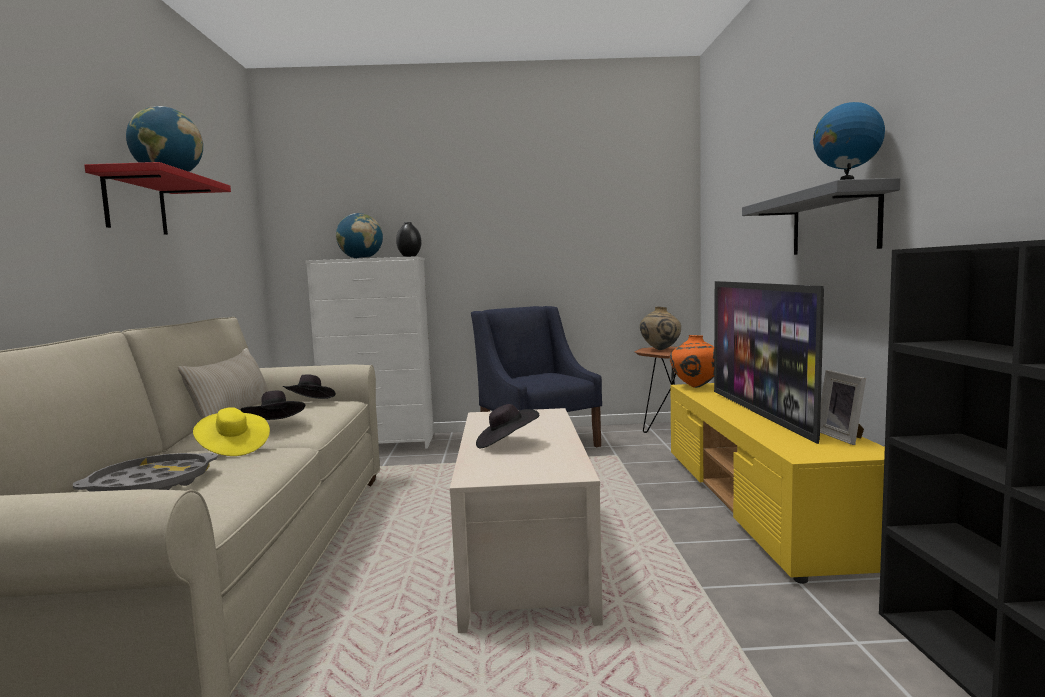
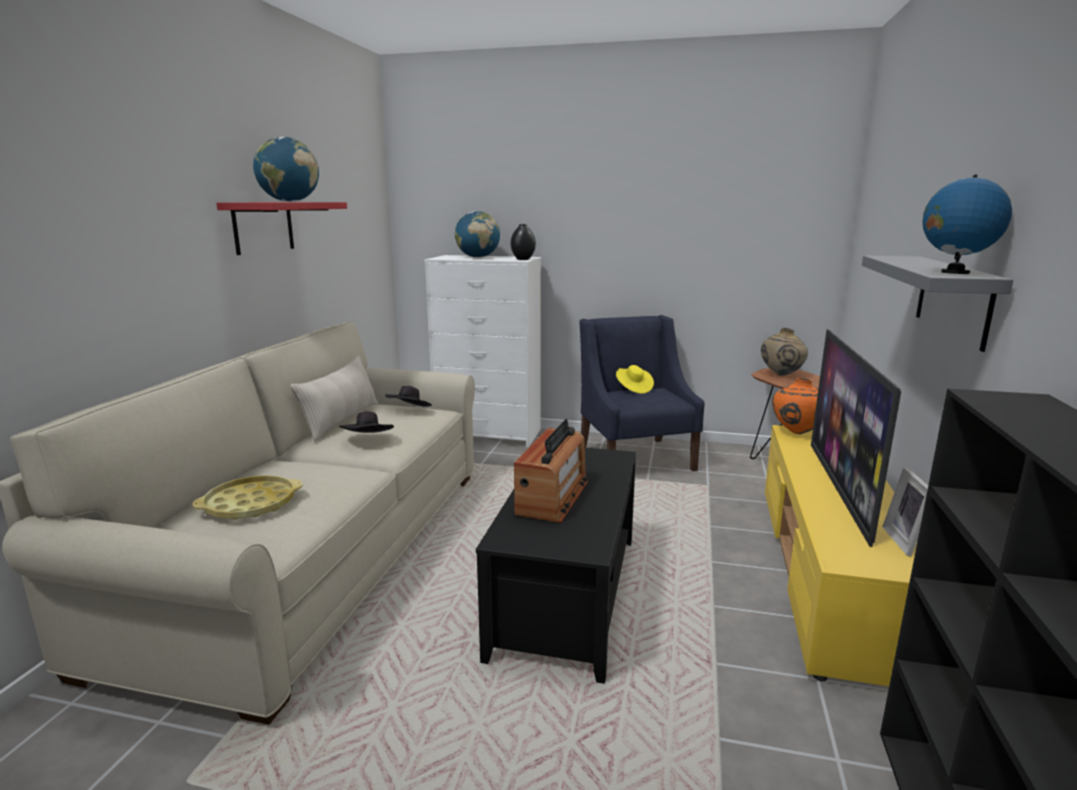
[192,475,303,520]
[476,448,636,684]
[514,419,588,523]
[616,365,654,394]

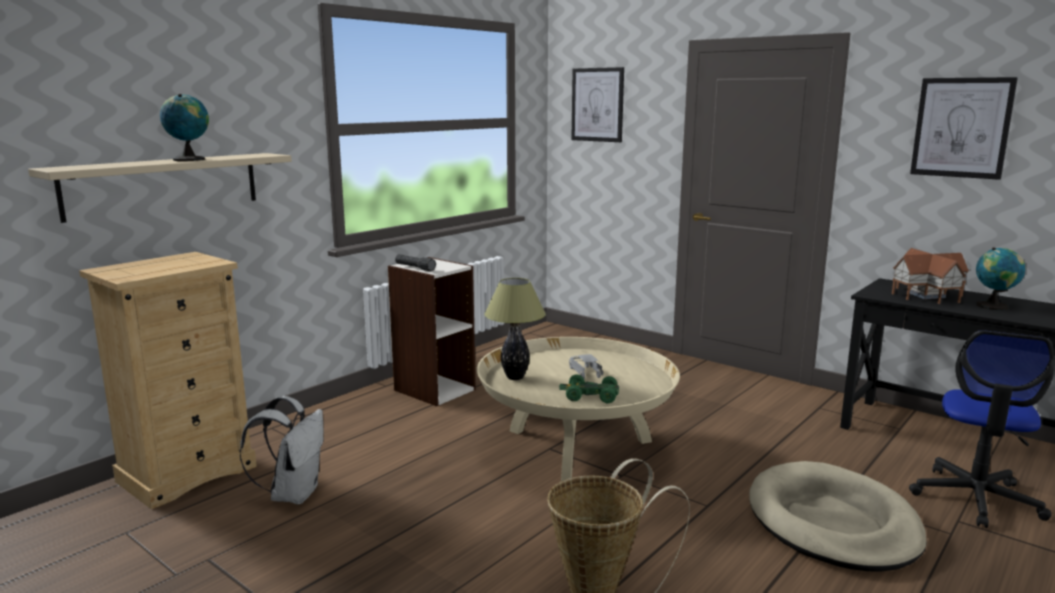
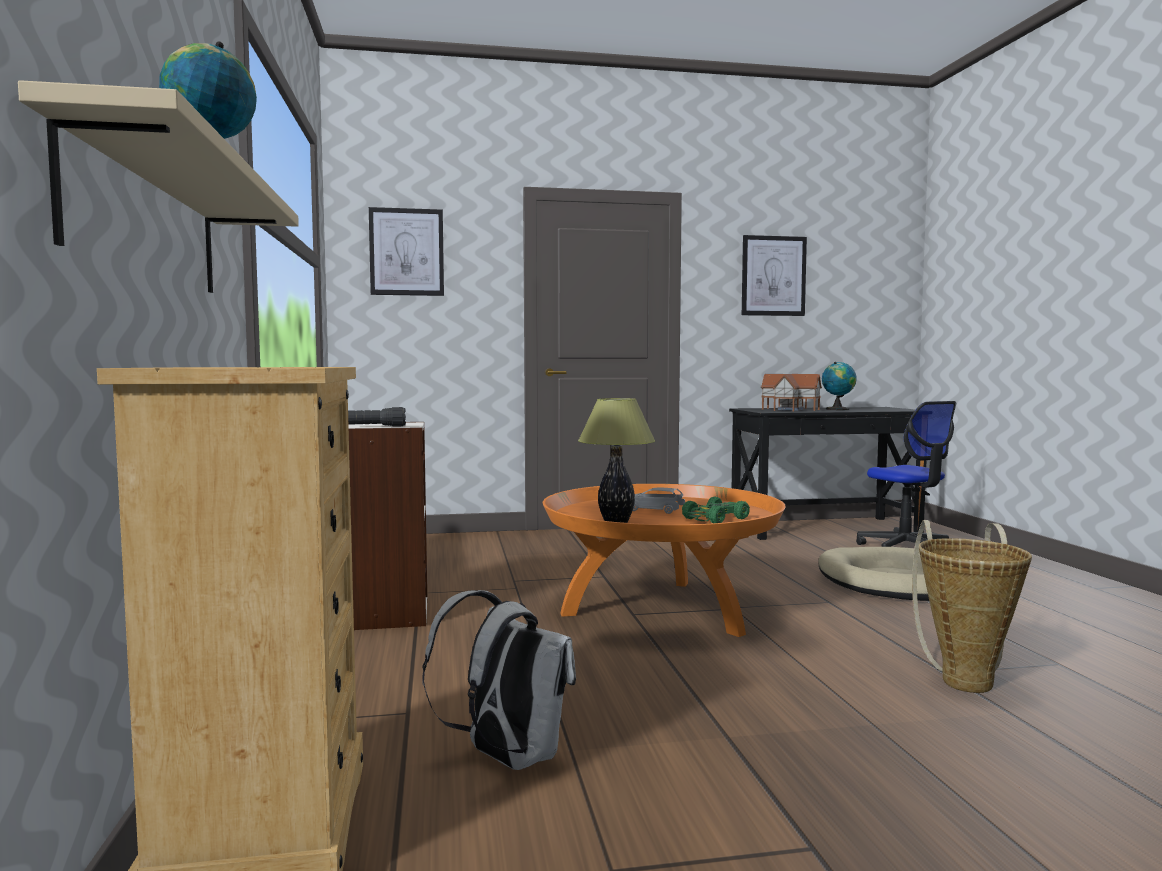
[543,484,786,637]

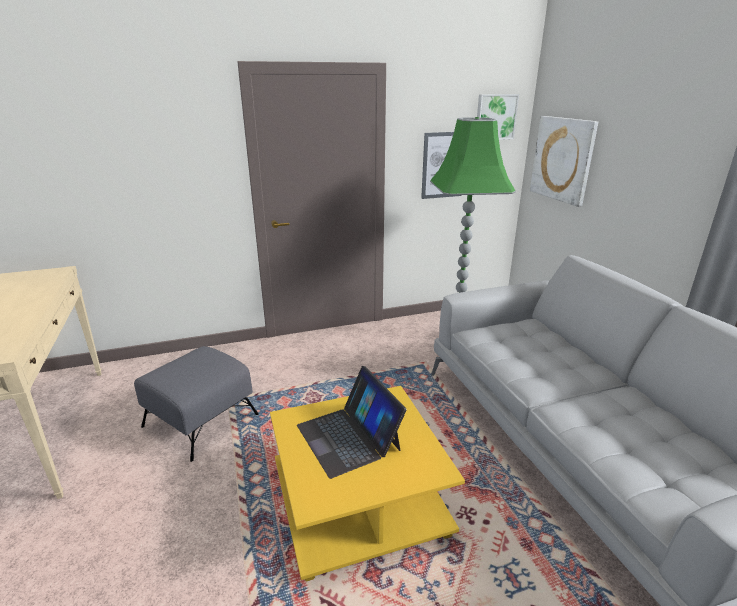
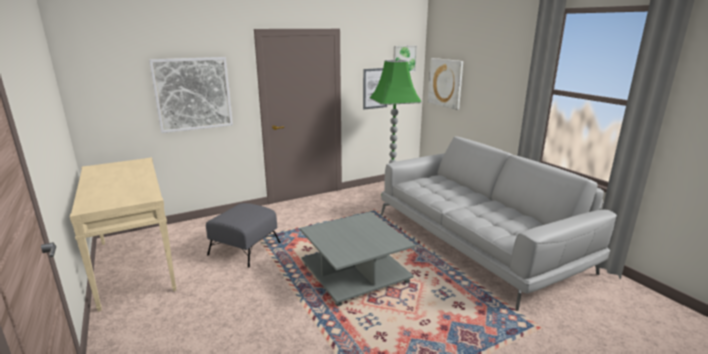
[149,57,233,133]
[300,212,415,306]
[297,366,407,479] (first image)

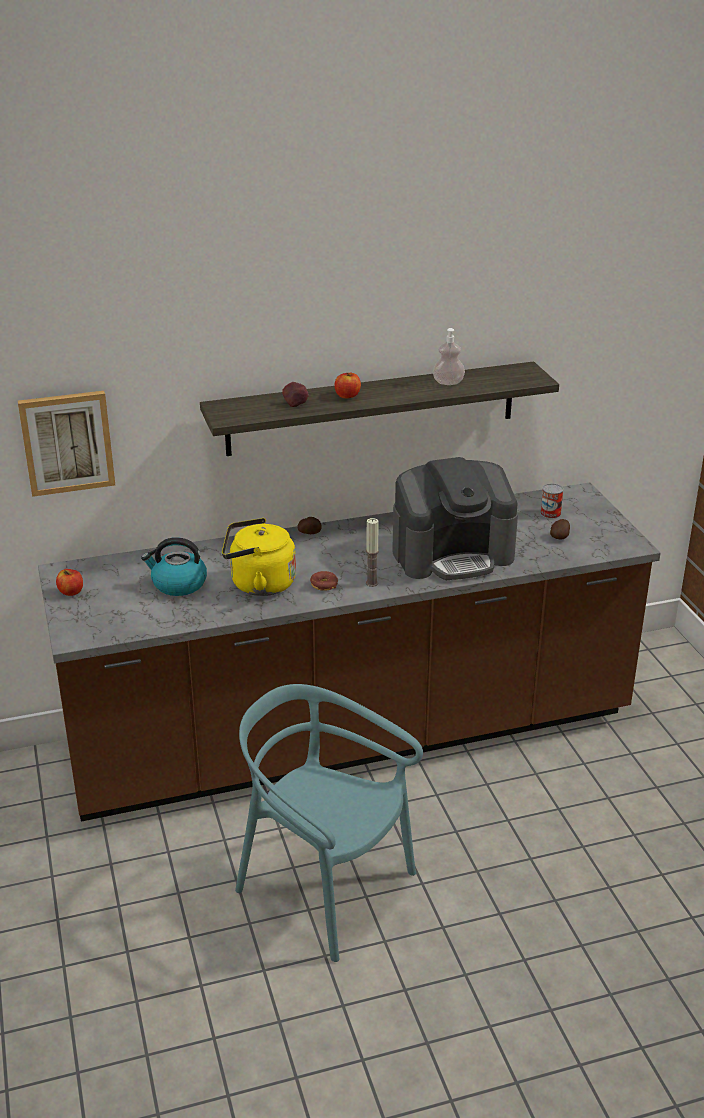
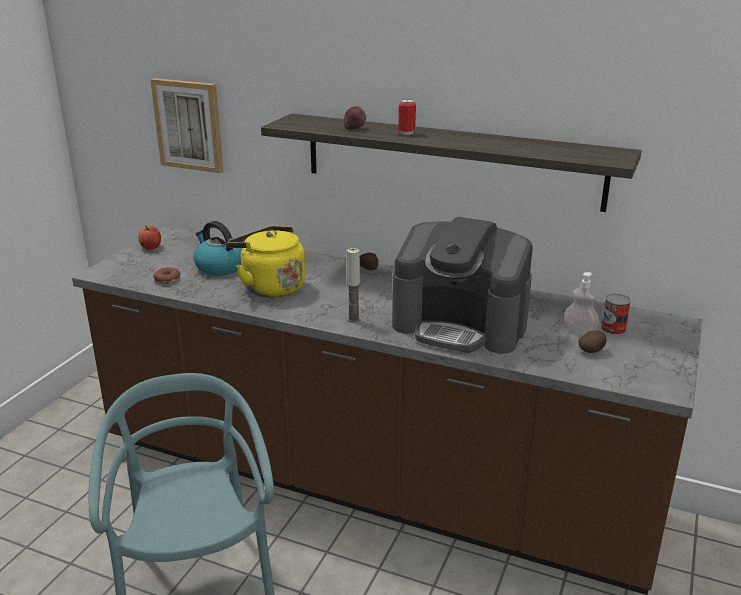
[153,267,180,284]
[398,99,416,135]
[564,272,599,334]

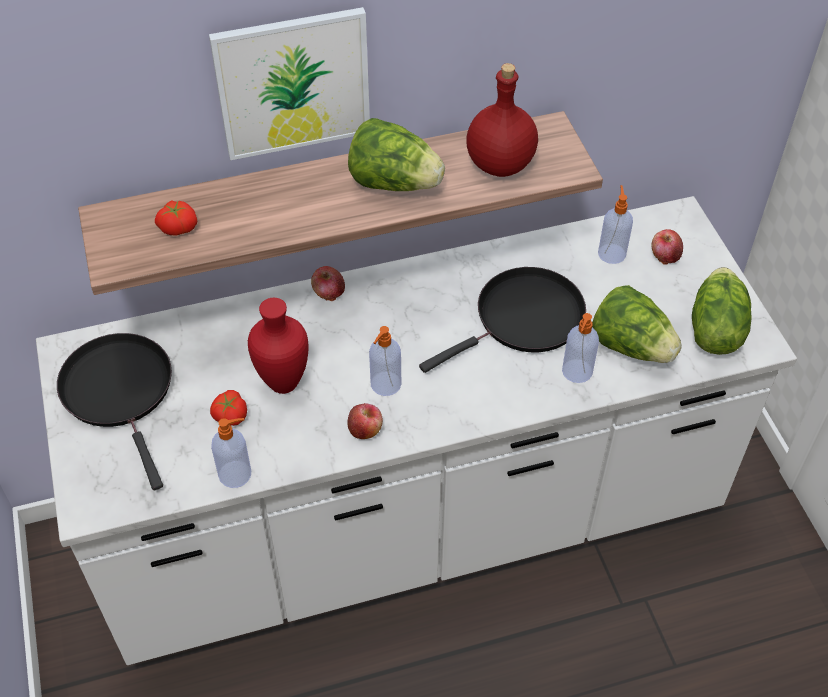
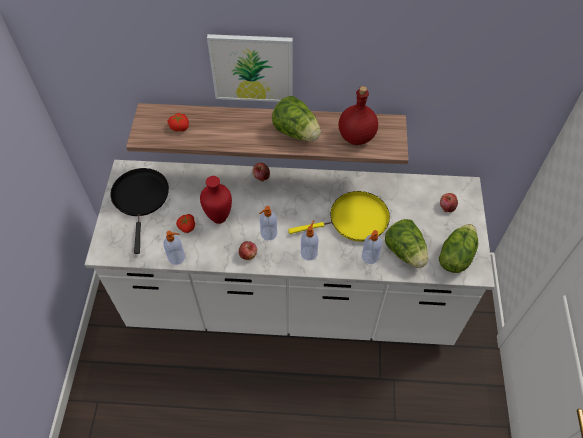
[288,191,390,242]
[301,220,319,261]

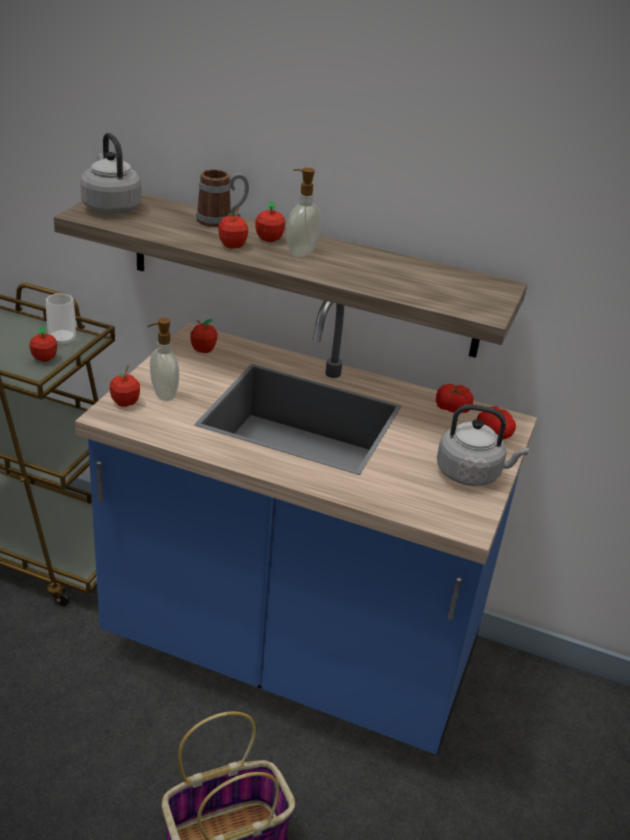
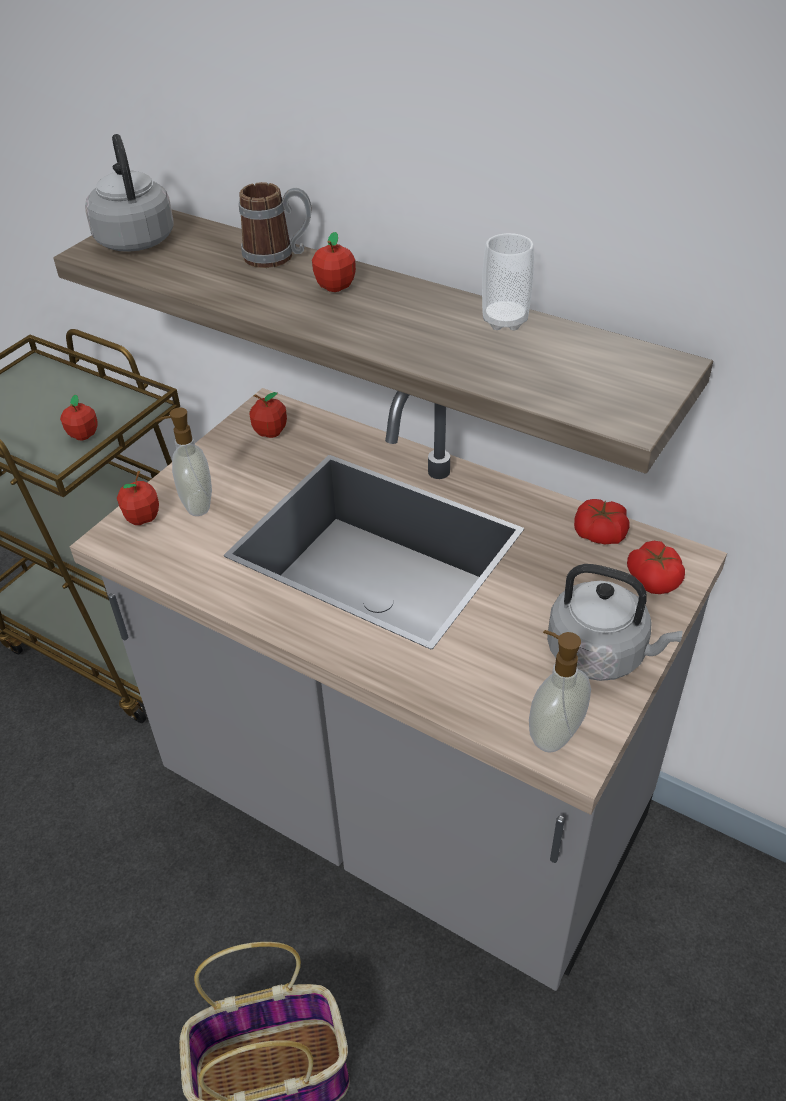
[70,388,727,991]
[482,233,534,330]
[529,630,591,753]
[218,207,248,249] (first image)

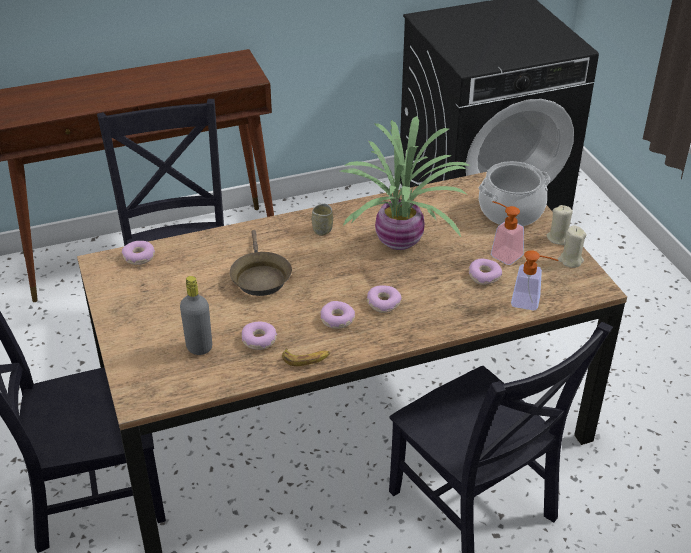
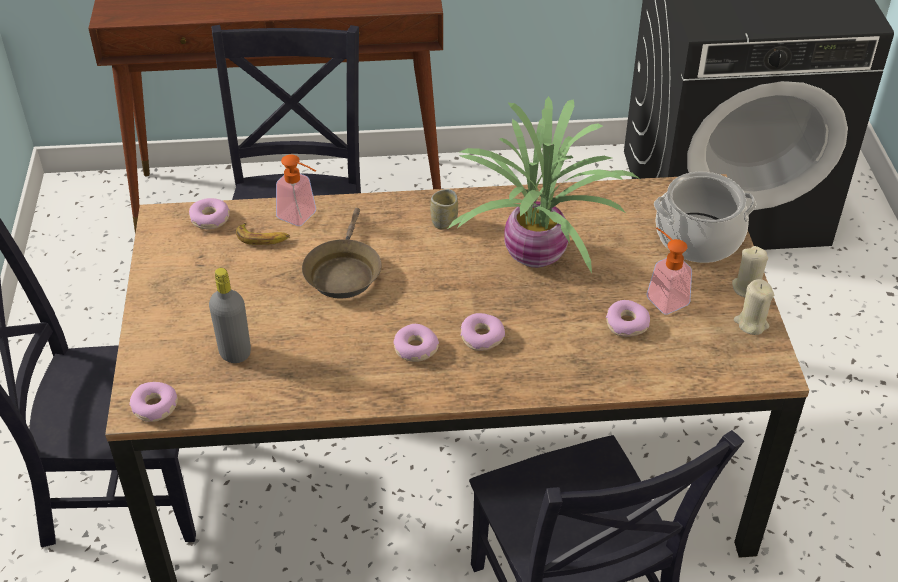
[130,382,178,422]
[236,223,290,245]
[276,154,316,226]

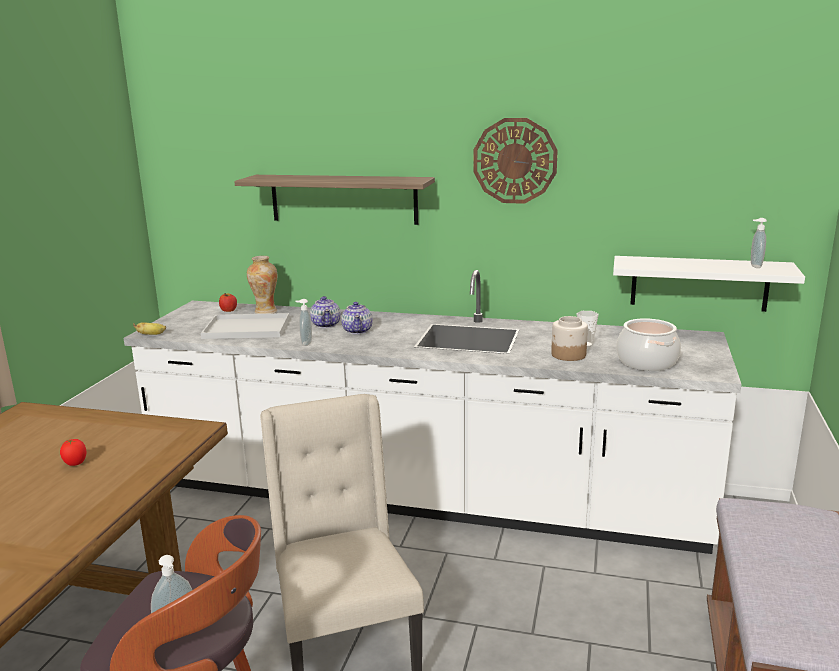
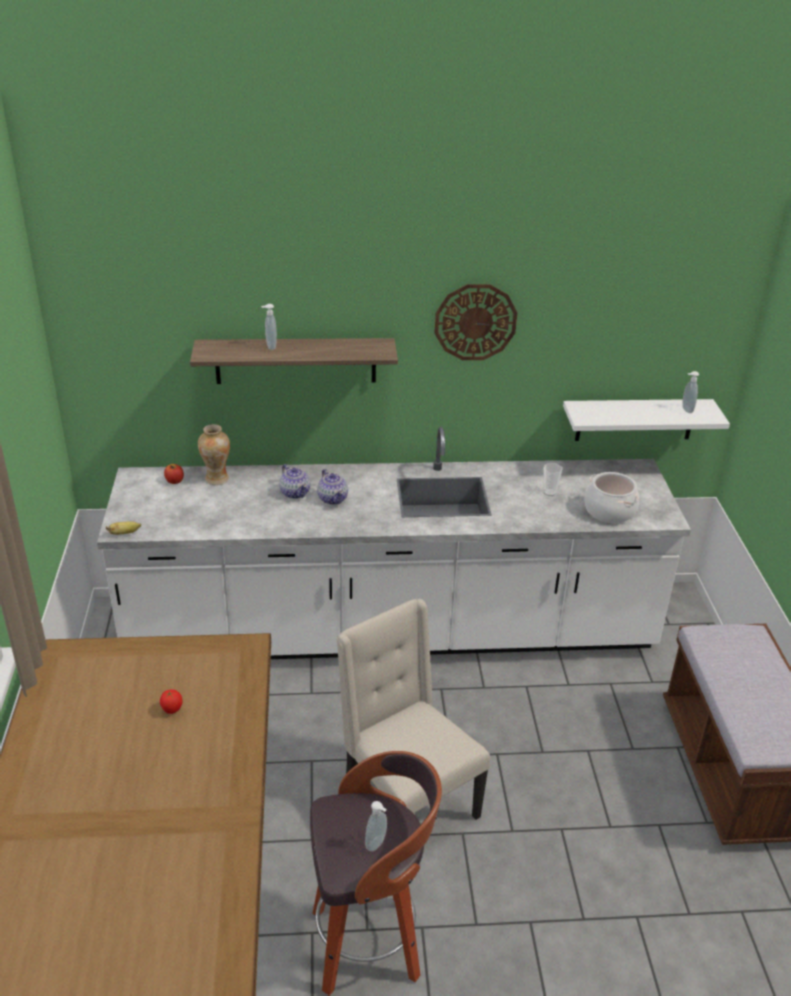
[261,304,277,350]
[201,313,290,339] (first image)
[551,316,588,361] (first image)

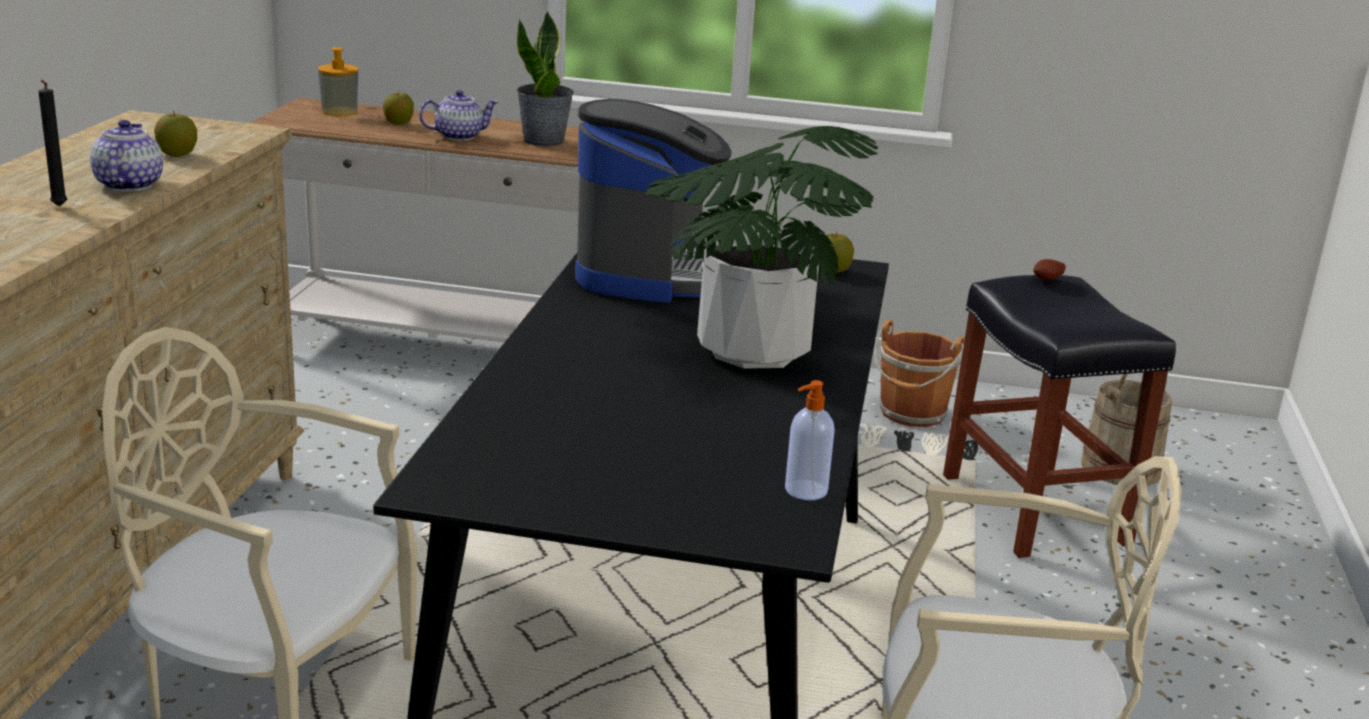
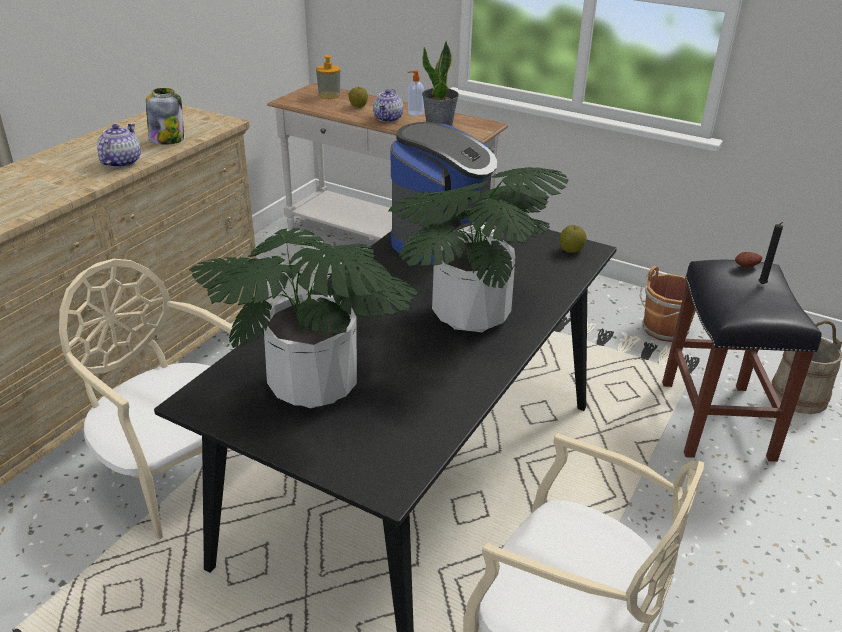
[146,88,184,145]
[189,228,419,408]
[373,89,403,122]
[407,70,424,116]
[758,222,783,284]

